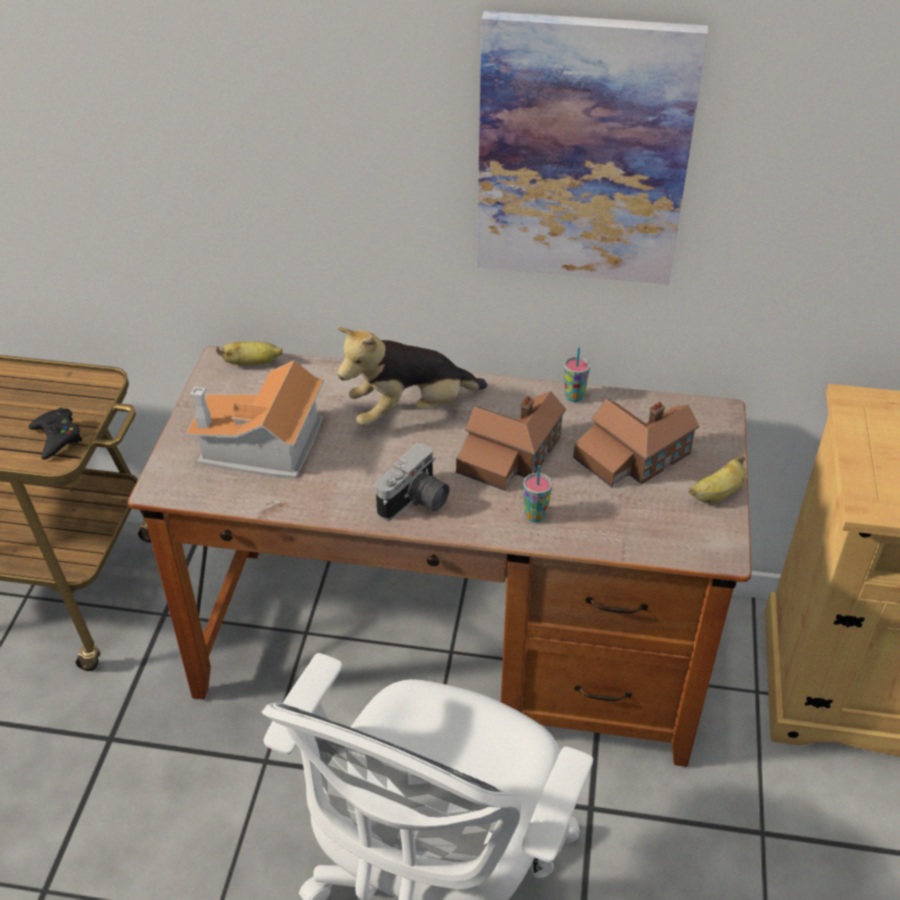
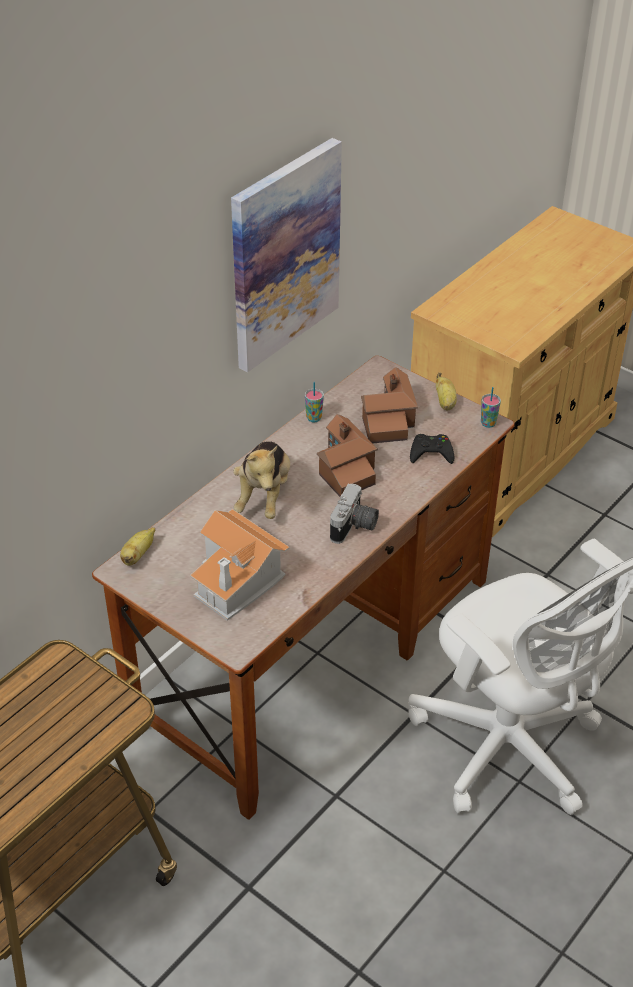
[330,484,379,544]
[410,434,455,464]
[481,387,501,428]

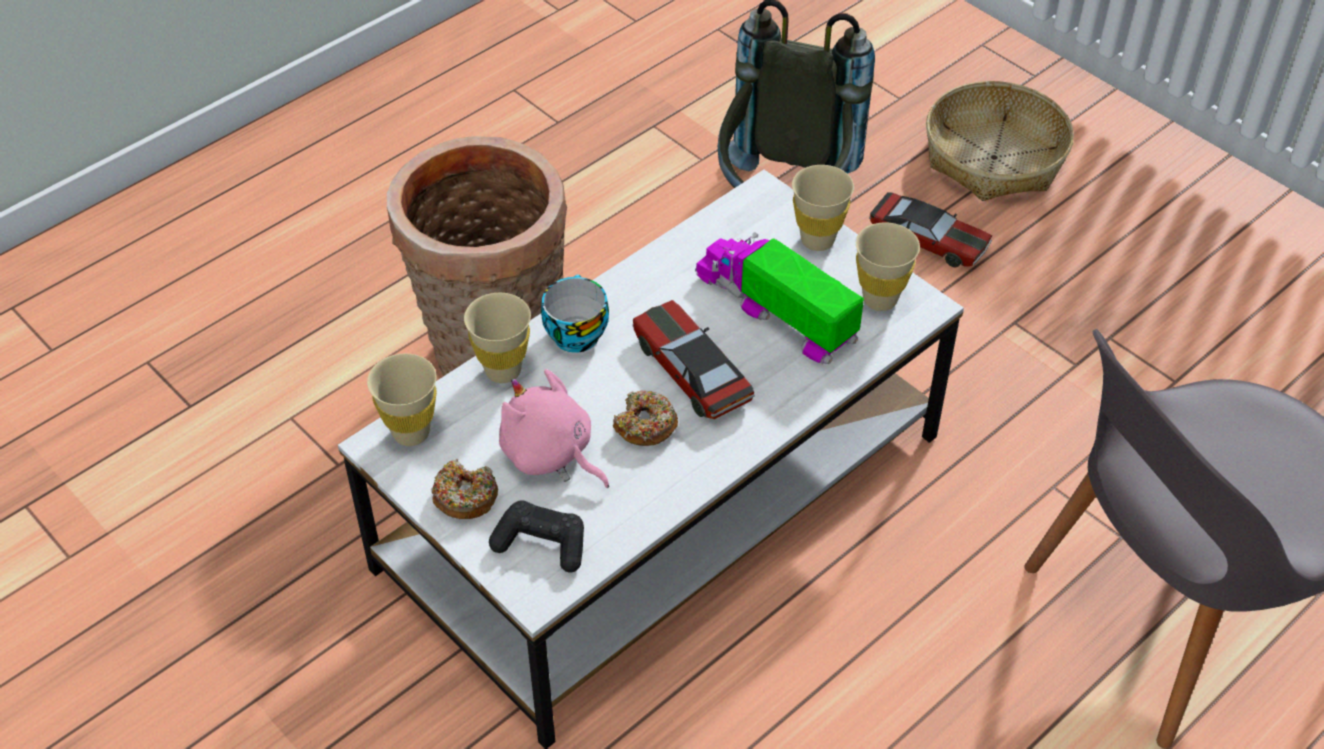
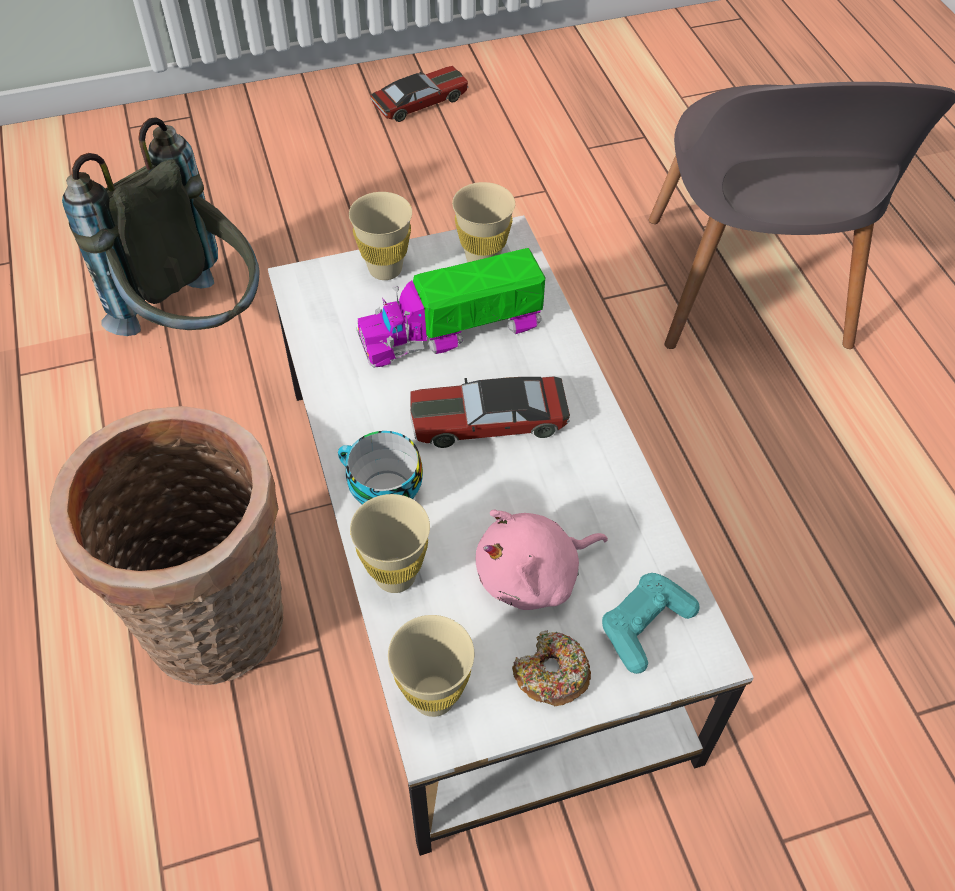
[371,66,468,122]
[602,573,700,674]
[613,390,678,446] (first image)
[926,81,1074,201] (first image)

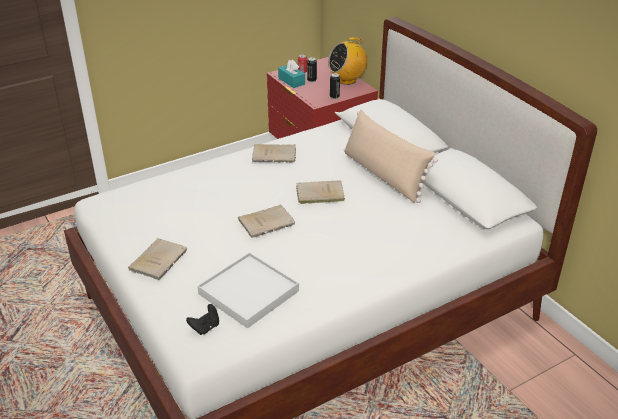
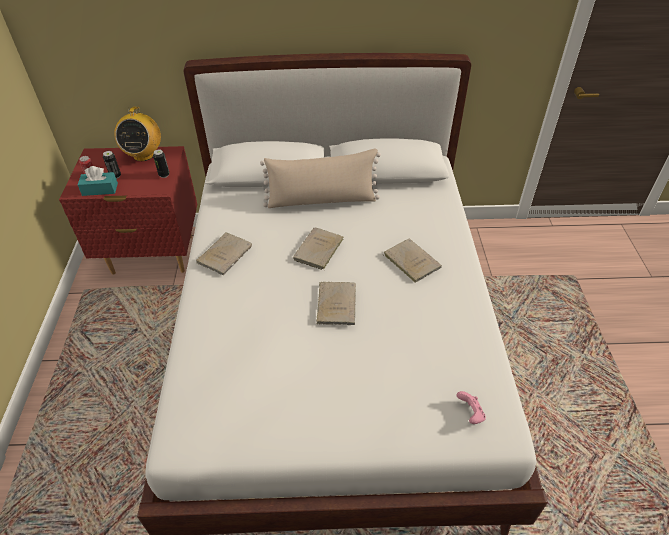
[383,239,442,283]
[456,391,486,424]
[197,252,299,328] (first image)

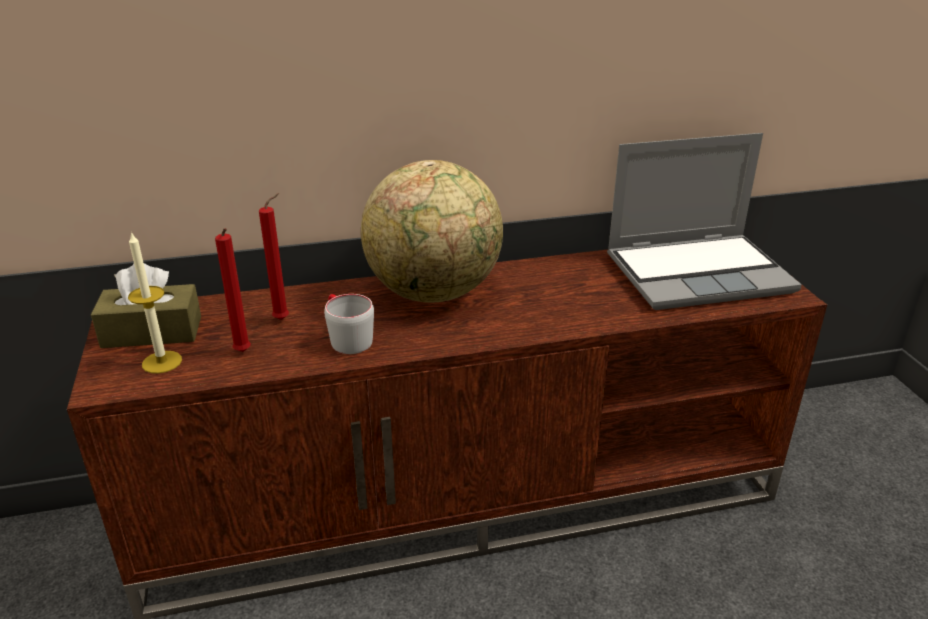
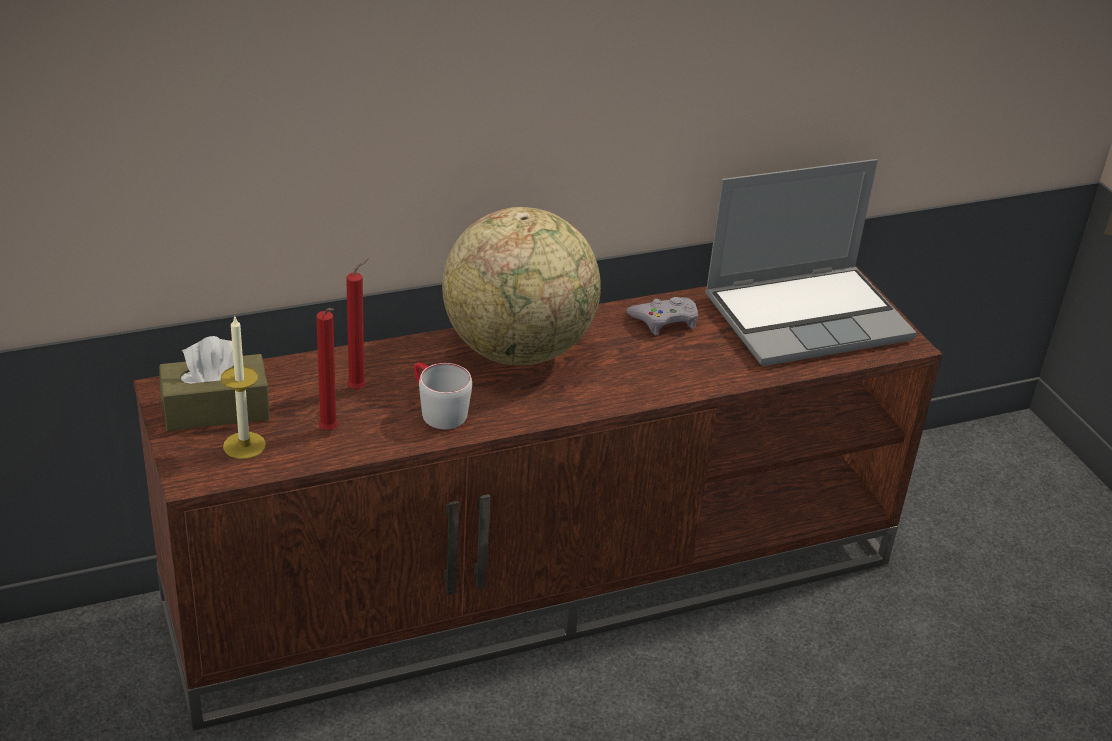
[626,297,698,335]

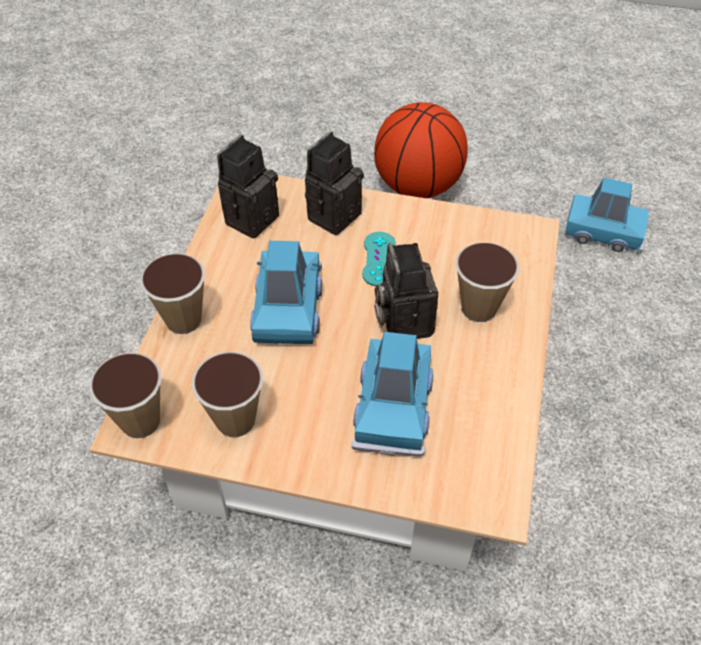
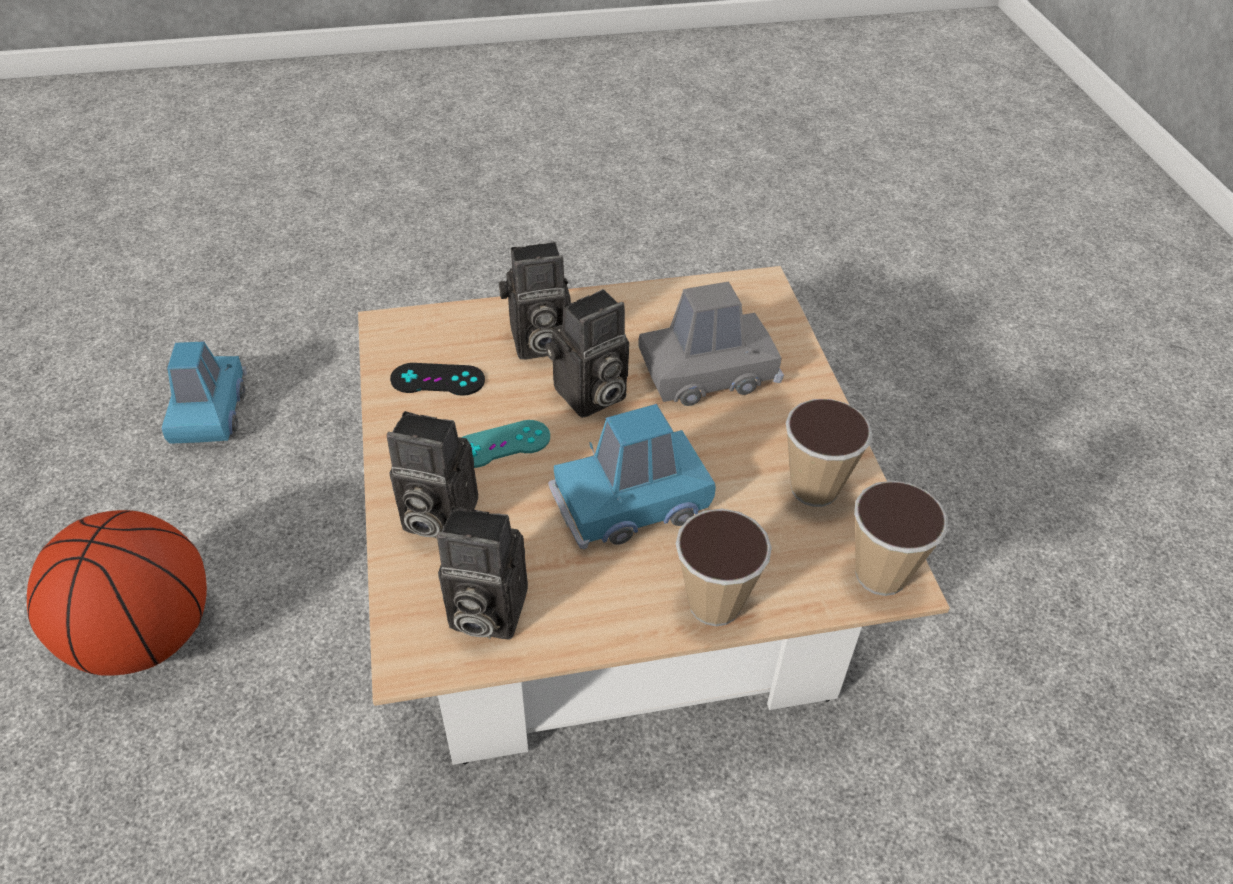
[390,363,485,396]
[499,242,571,359]
[638,281,784,406]

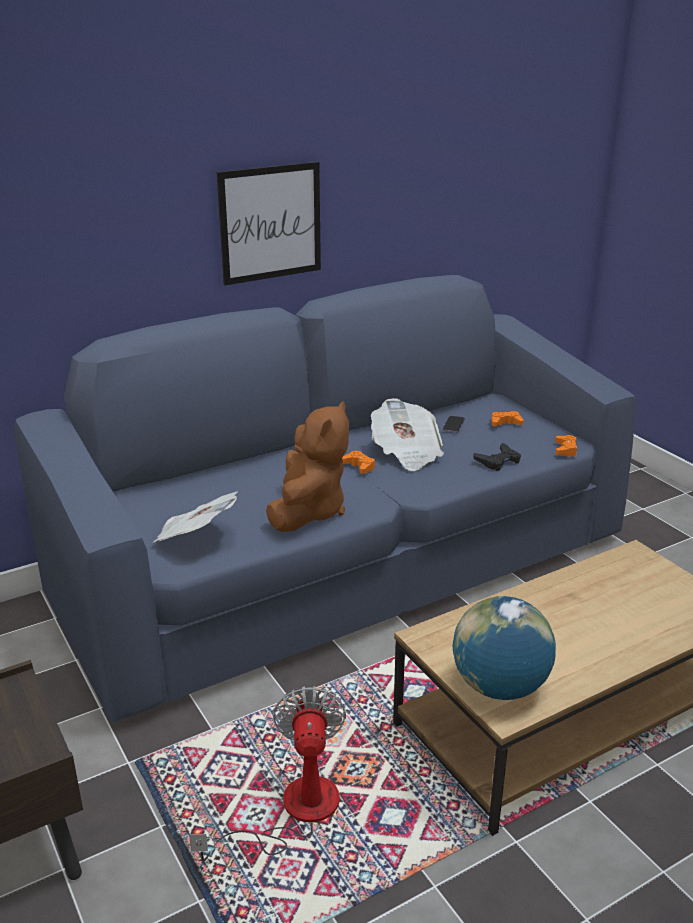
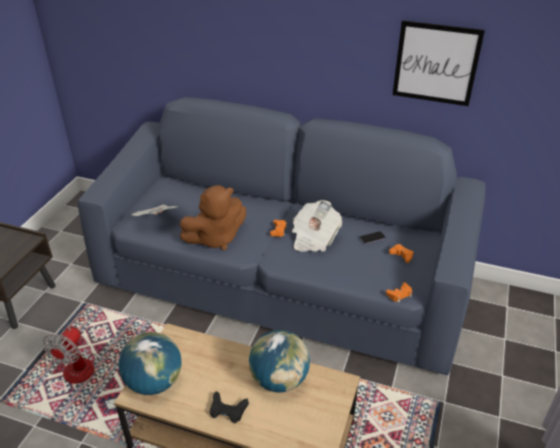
[43,326,147,384]
[210,391,249,423]
[249,330,310,393]
[392,20,485,106]

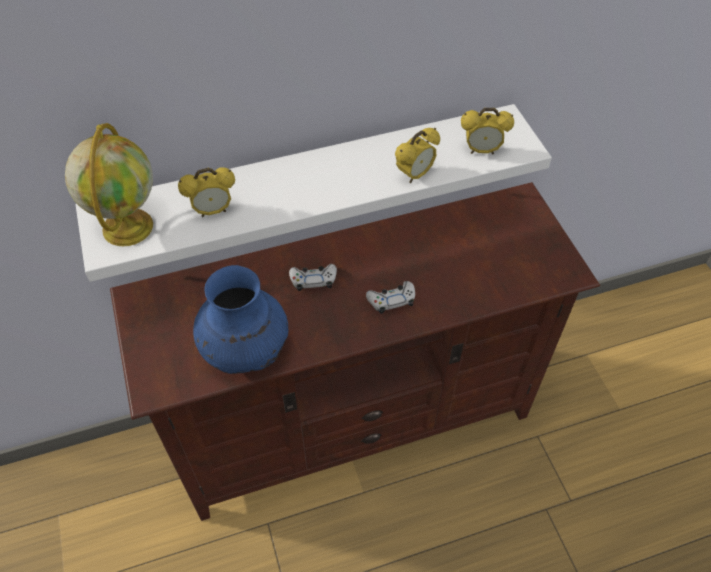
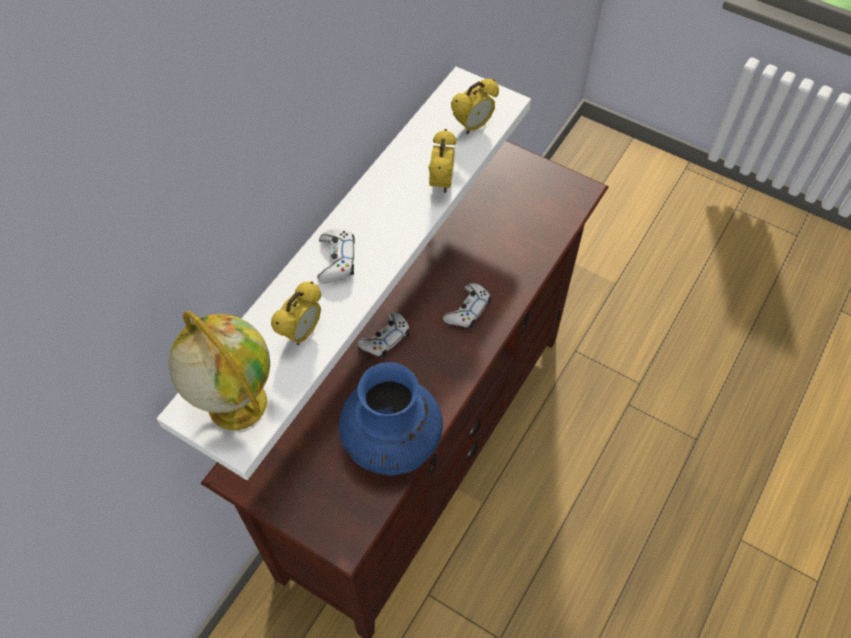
[317,229,355,284]

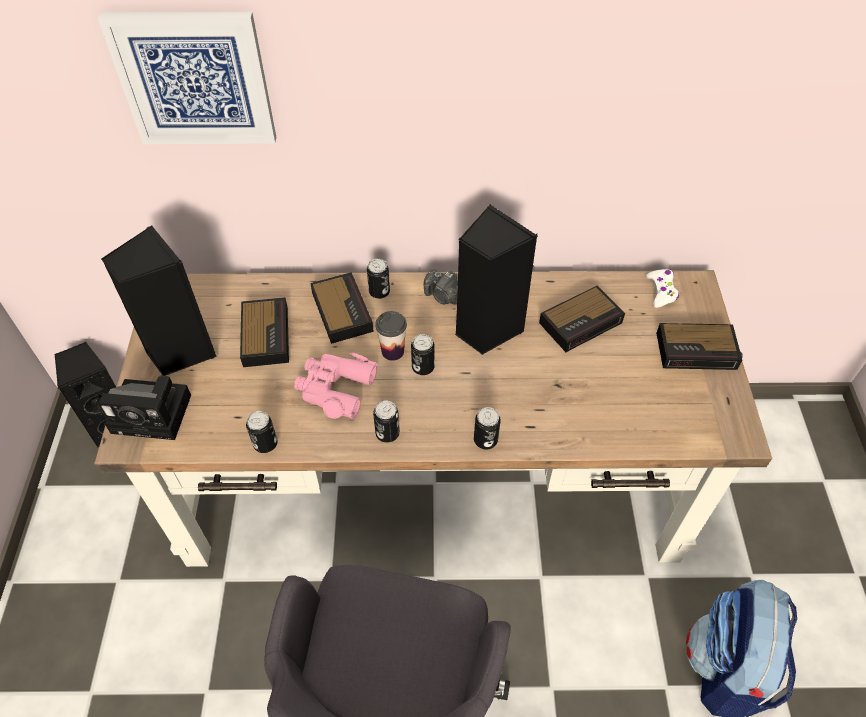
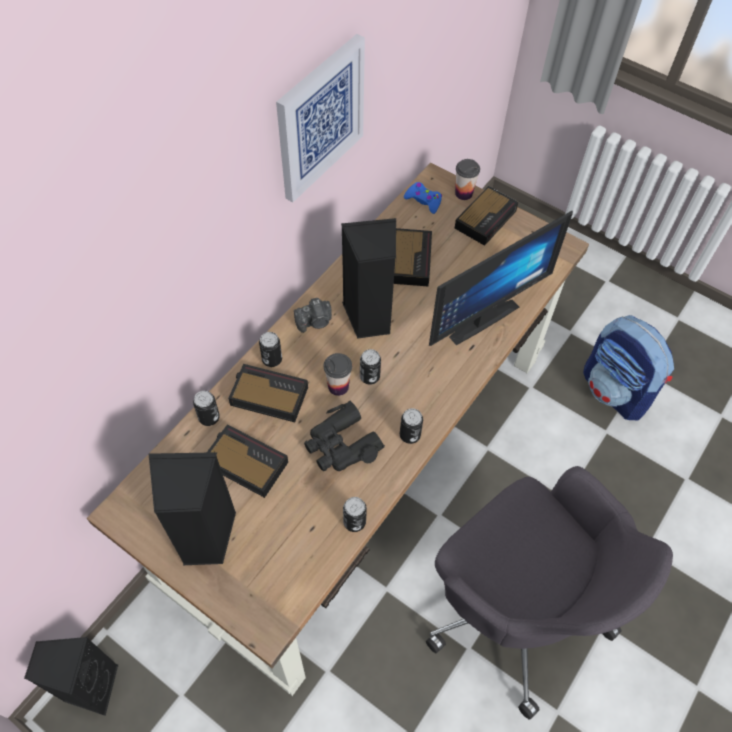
[193,391,220,426]
[276,34,365,202]
[304,400,385,471]
[404,182,442,214]
[429,211,573,346]
[455,159,480,200]
[98,376,191,440] (first image)

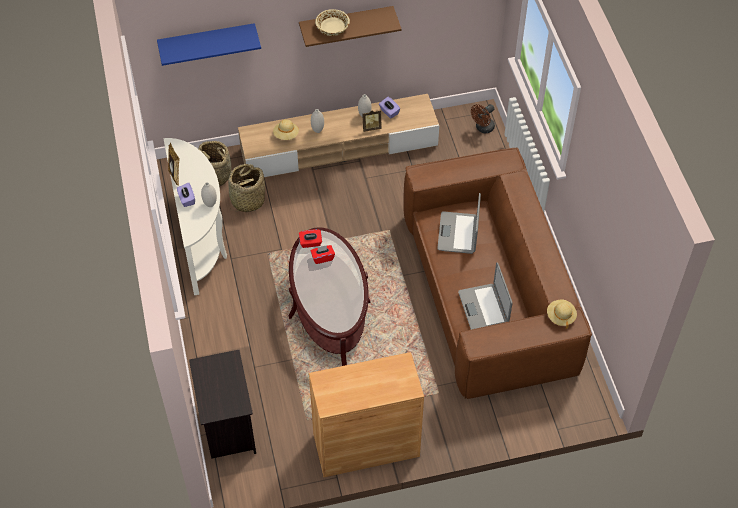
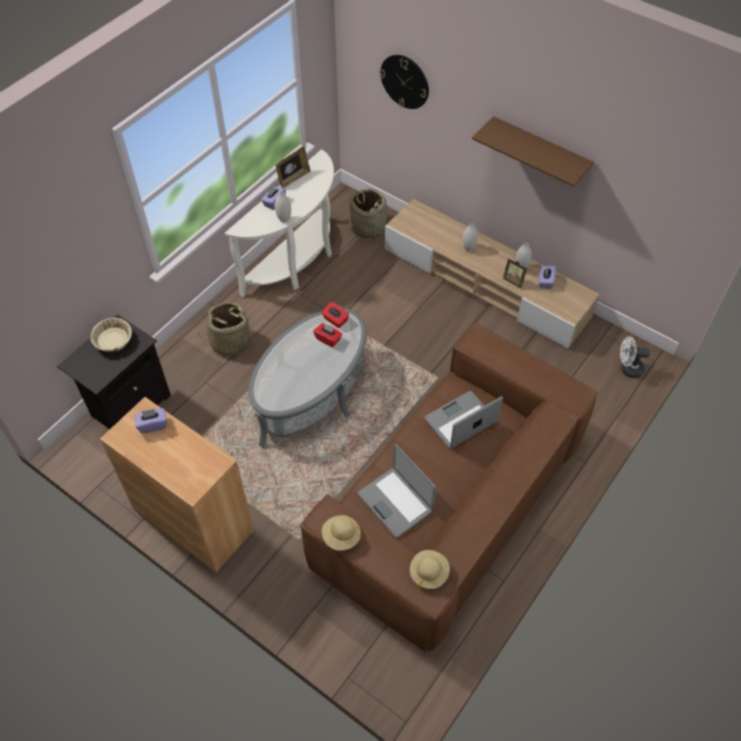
[90,318,132,352]
[135,408,167,434]
[198,302,255,356]
[248,309,367,448]
[322,515,361,551]
[358,444,436,537]
[380,55,429,109]
[620,336,650,378]

